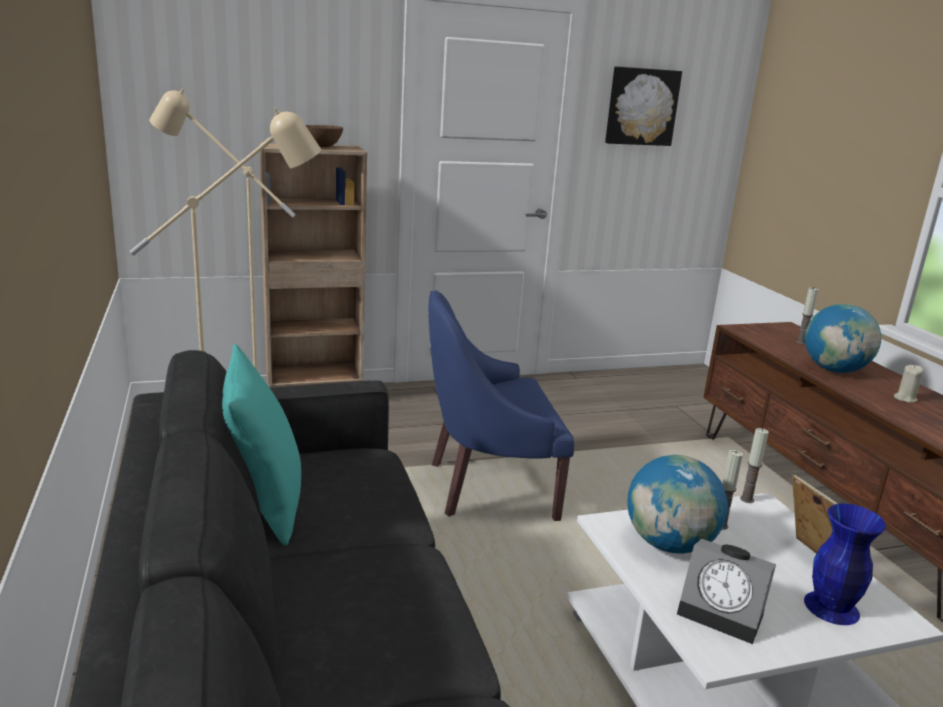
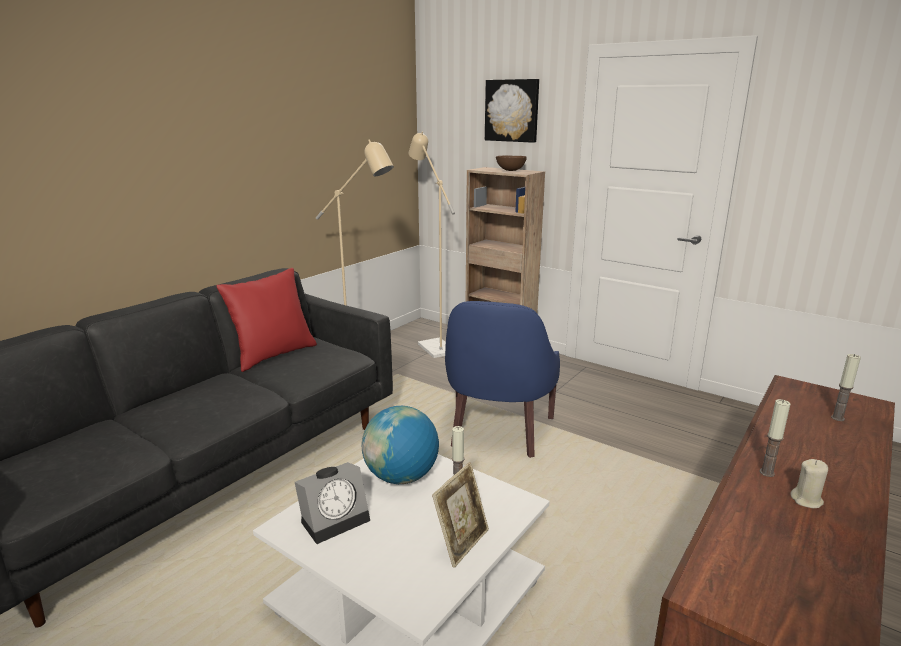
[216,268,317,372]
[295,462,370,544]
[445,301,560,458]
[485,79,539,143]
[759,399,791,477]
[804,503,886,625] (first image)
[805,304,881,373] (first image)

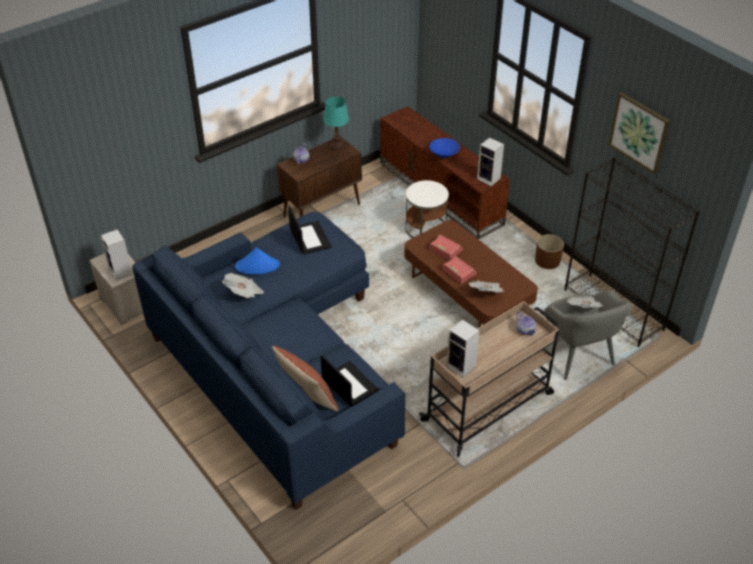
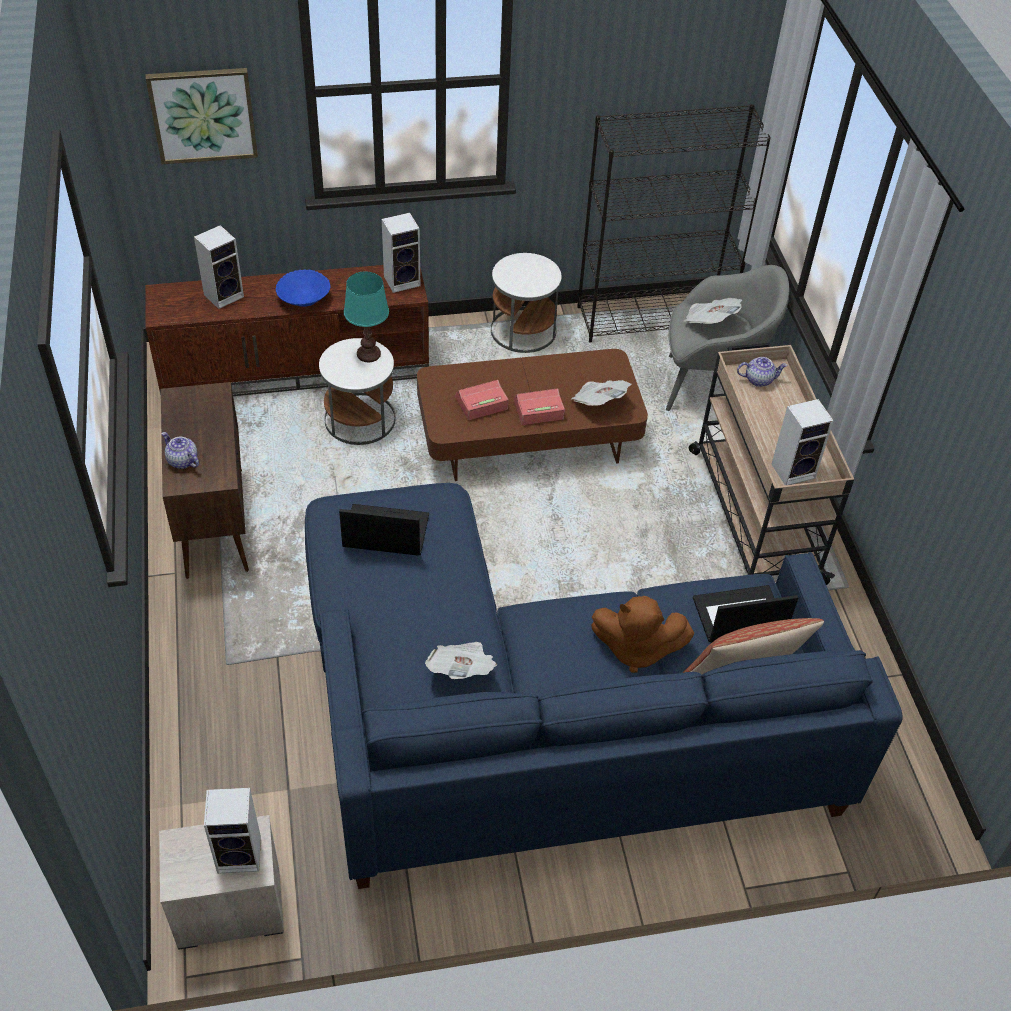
[146,68,258,164]
[194,225,244,309]
[344,271,389,362]
[491,253,562,353]
[591,596,694,673]
[235,247,280,275] (first image)

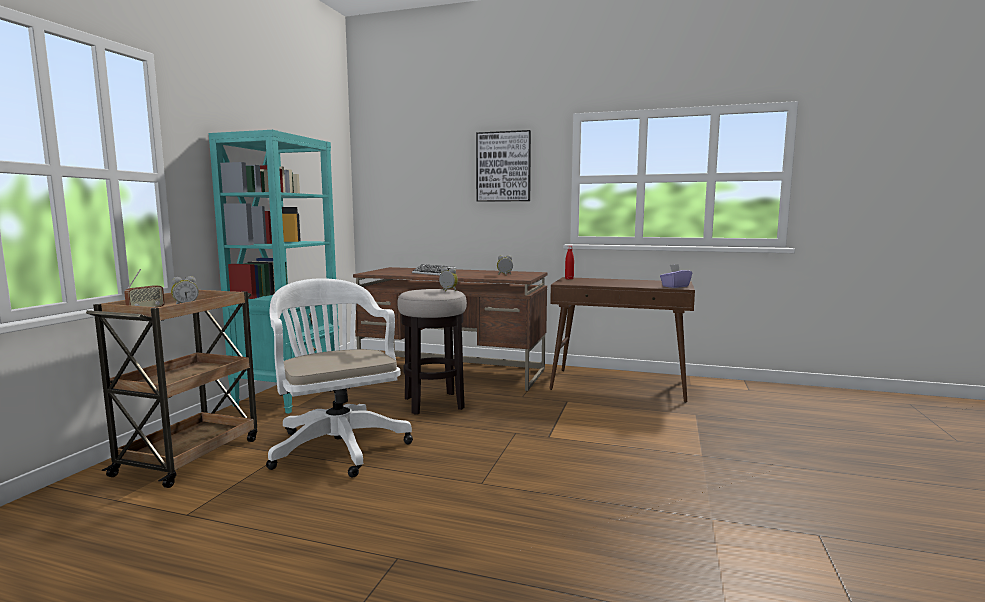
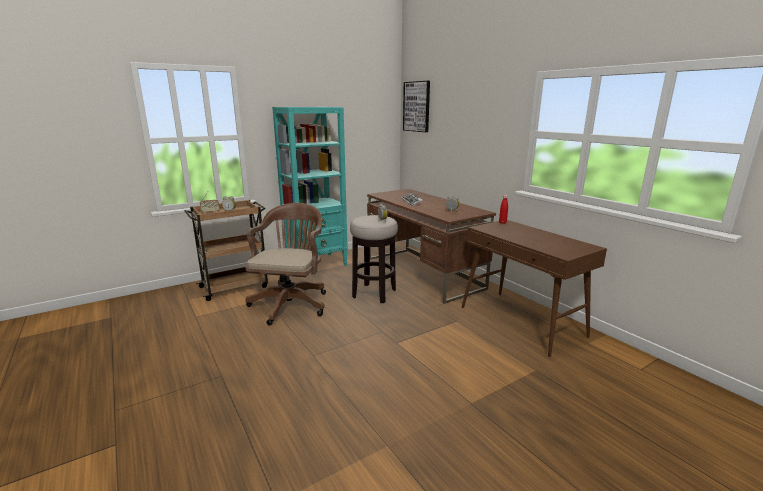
[245,203,326,325]
[403,81,430,132]
[660,264,692,288] (first image)

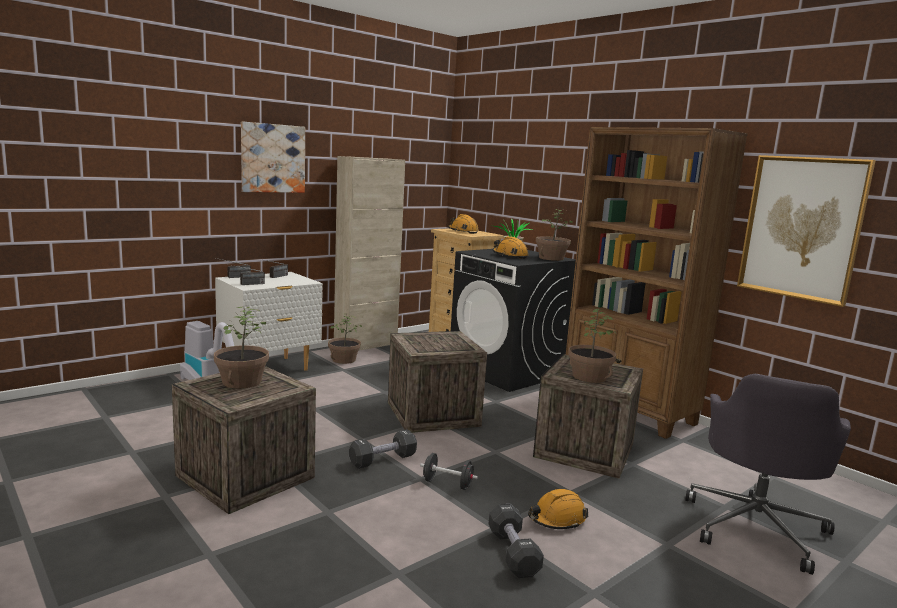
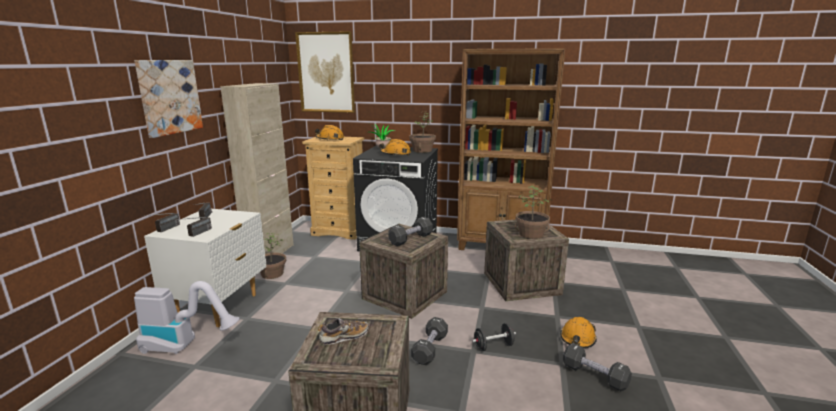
[295,31,355,113]
[318,318,368,345]
[388,217,433,246]
[685,374,851,575] (first image)

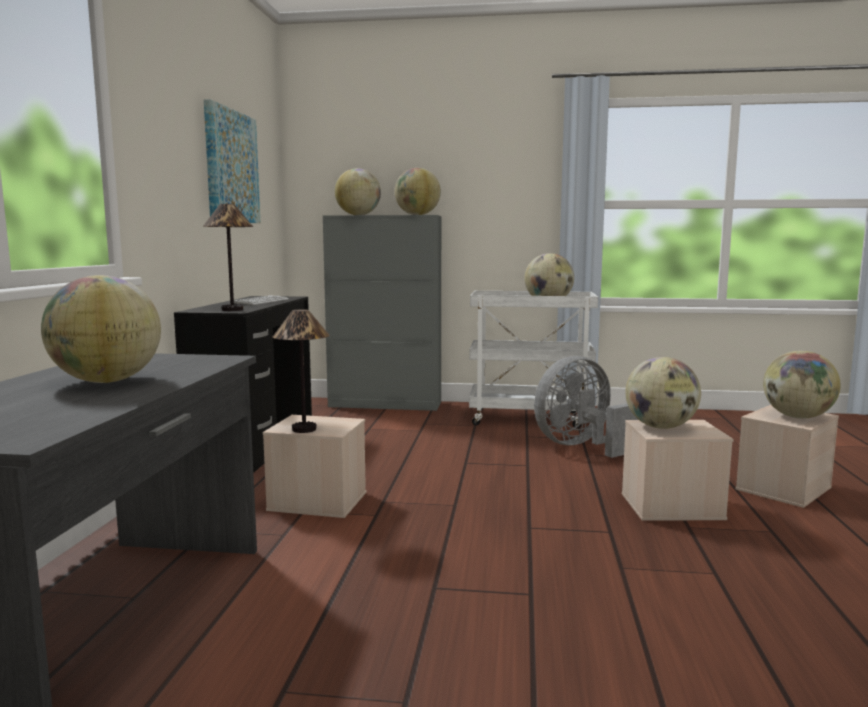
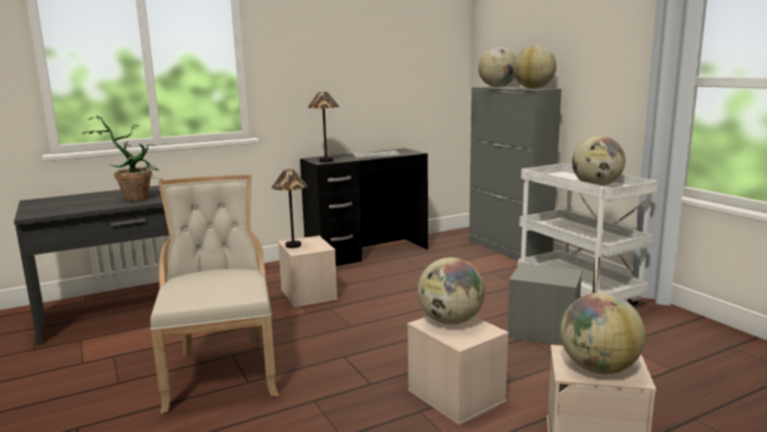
[82,116,163,201]
[150,175,279,413]
[508,263,583,346]
[204,99,260,223] (first image)

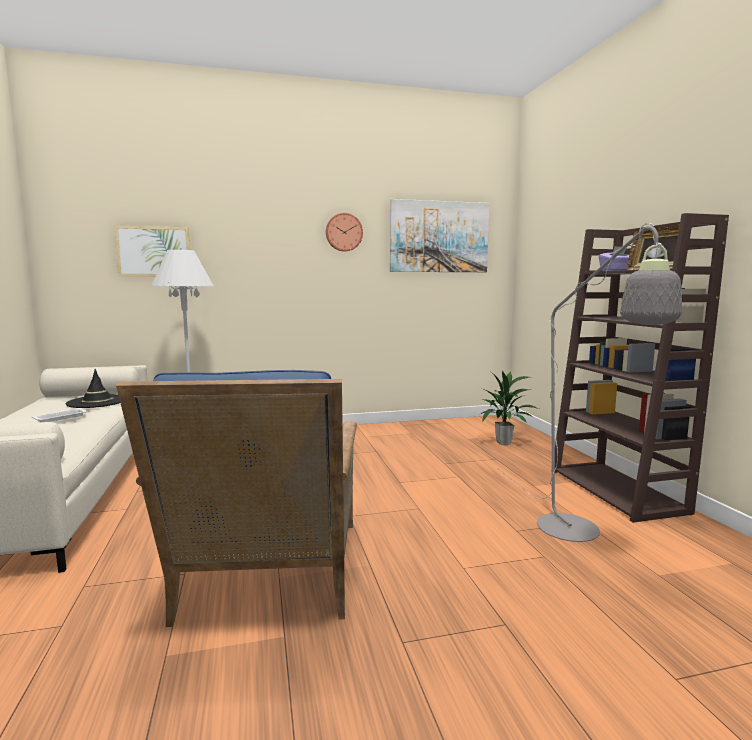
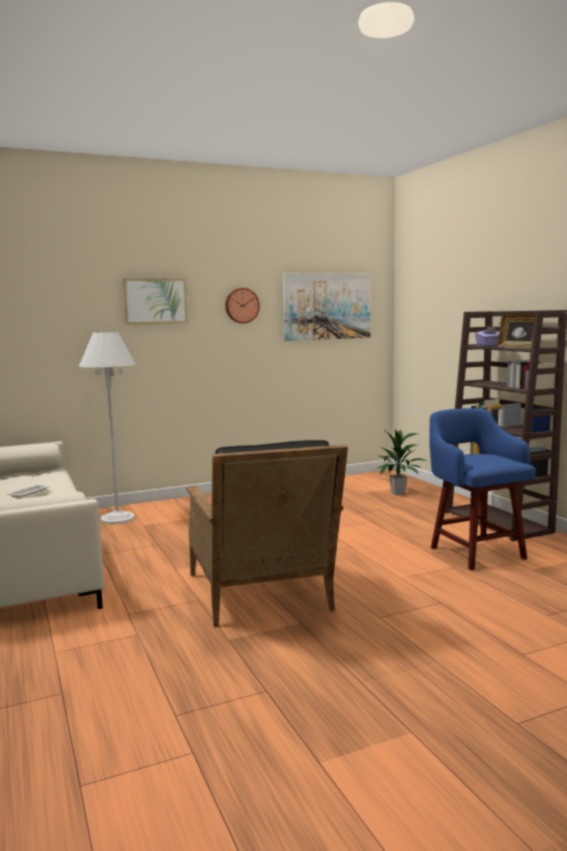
[122,278,188,325]
[186,440,348,627]
[429,408,536,570]
[66,369,120,408] (first image)

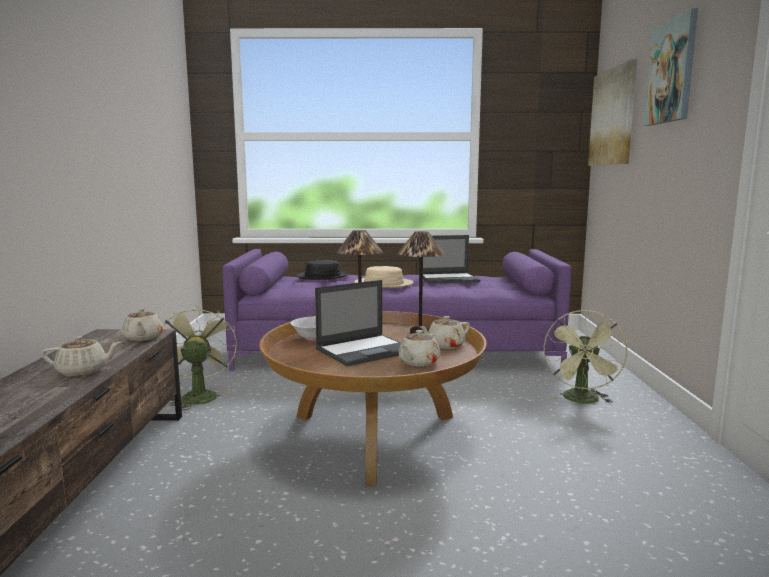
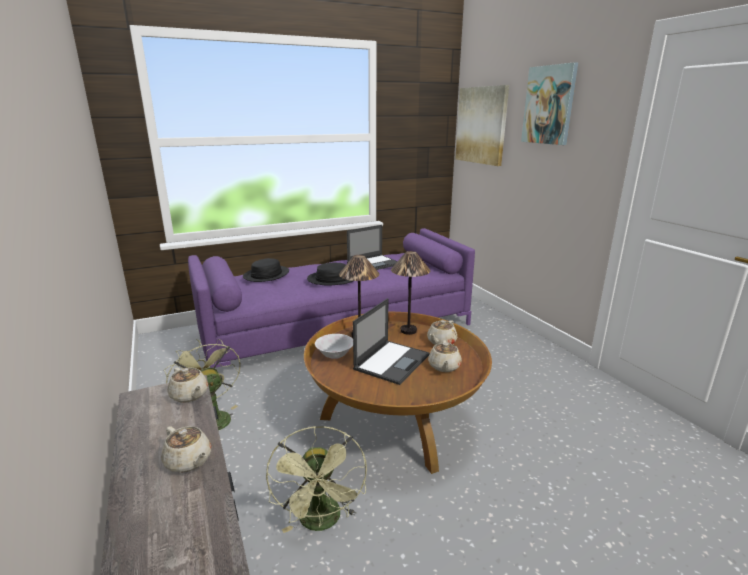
[161,426,211,473]
[266,426,367,533]
[307,263,353,286]

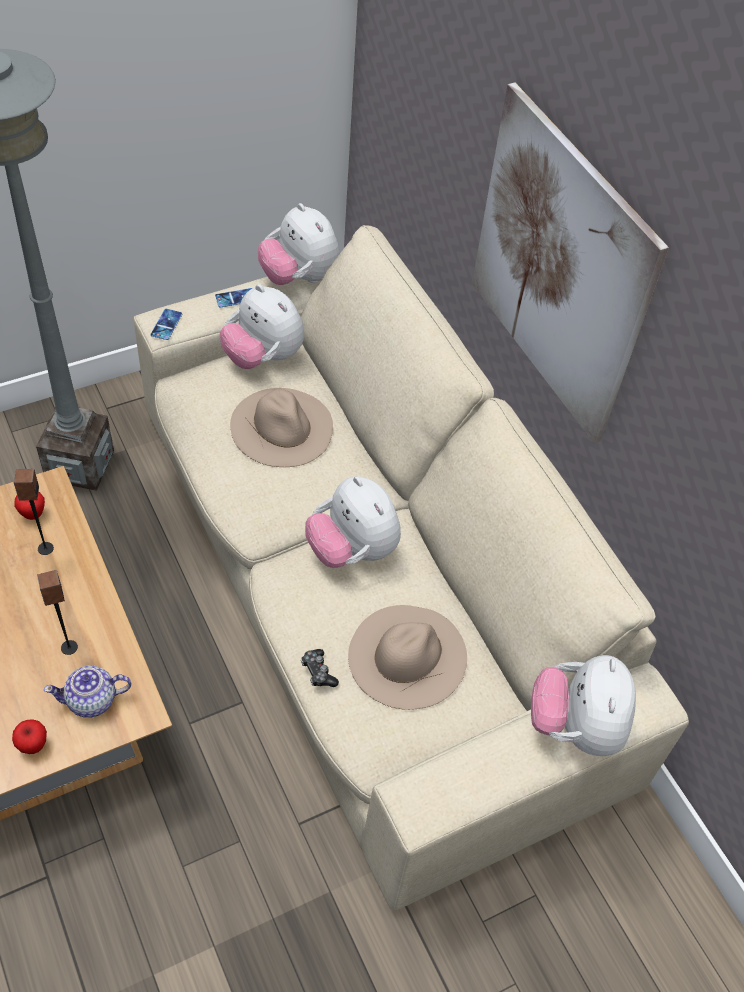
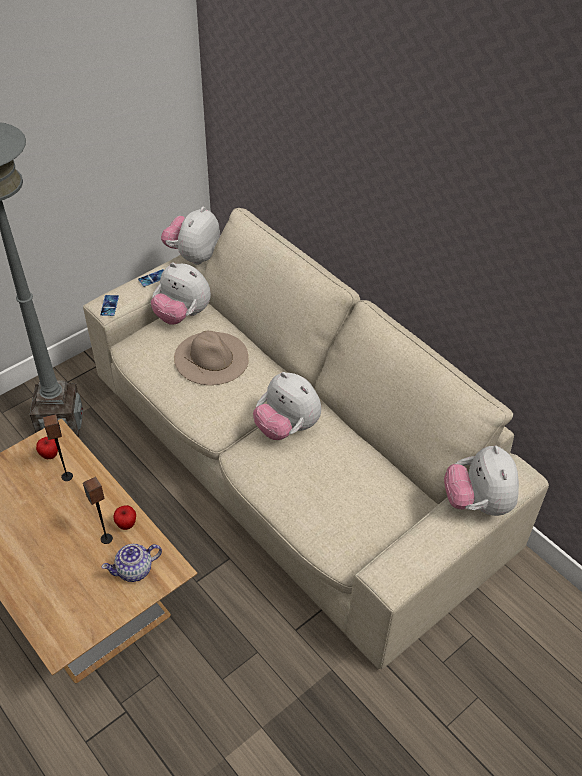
[113,505,136,530]
[161,207,220,265]
[301,649,339,687] (first image)
[348,605,467,710] (first image)
[472,83,669,443] (first image)

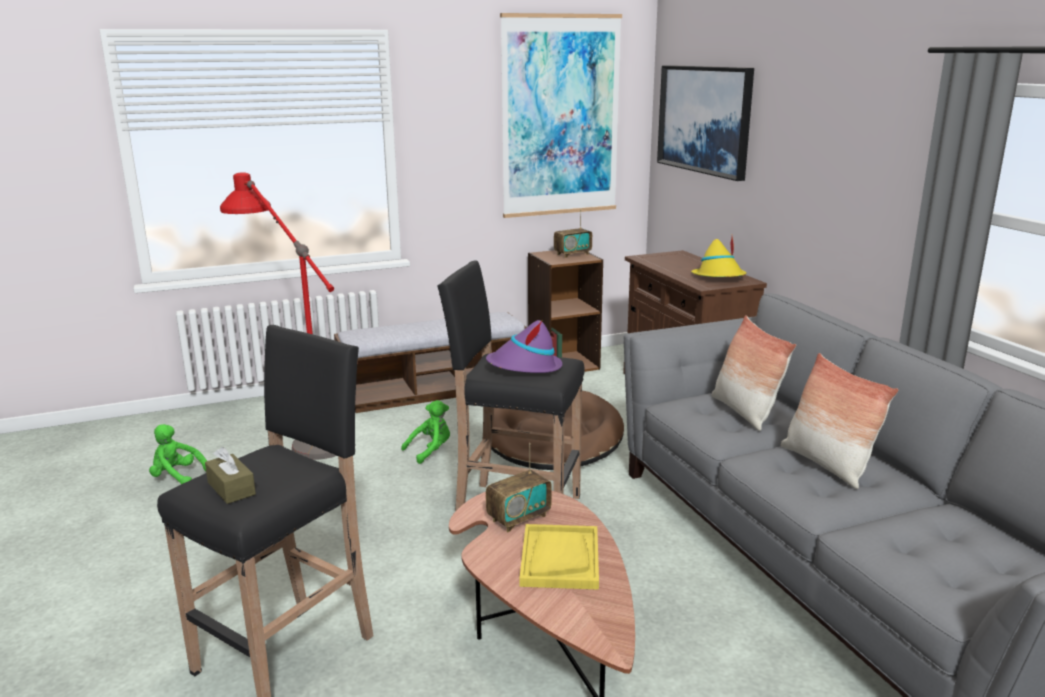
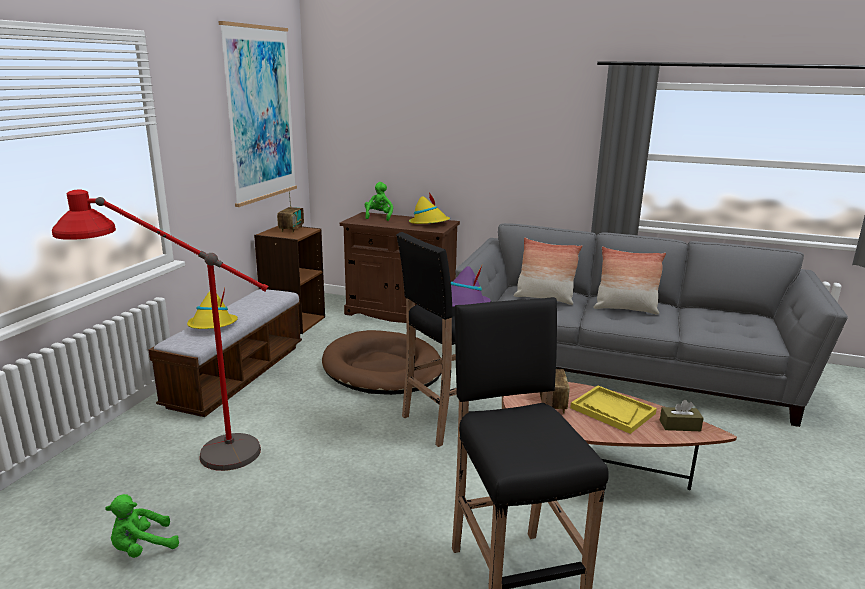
[187,288,238,329]
[364,182,393,221]
[660,400,704,431]
[657,65,754,181] (first image)

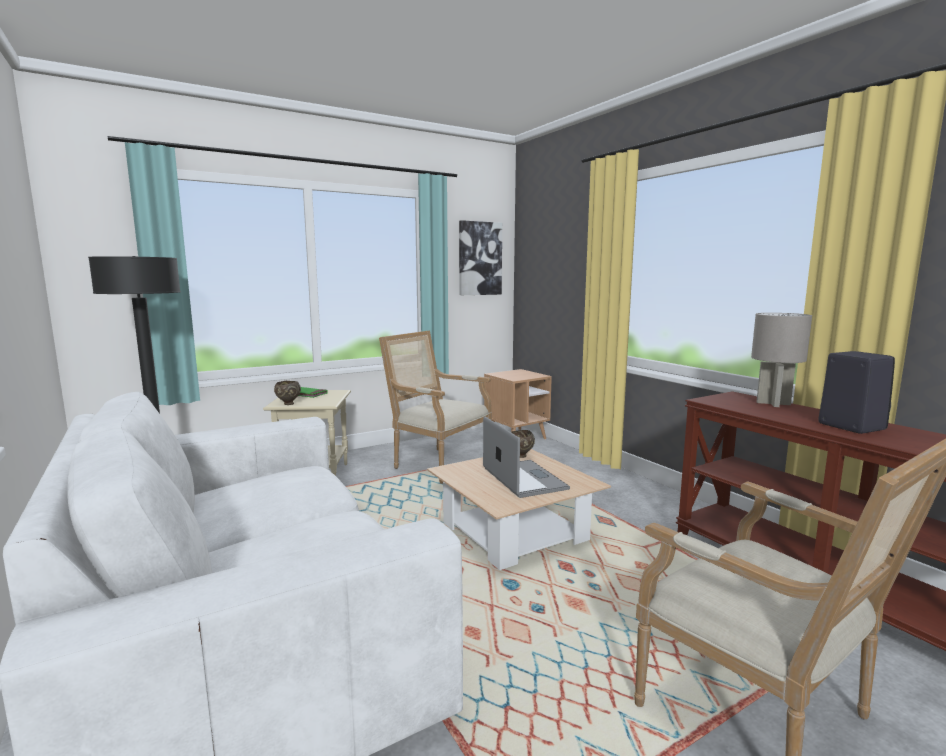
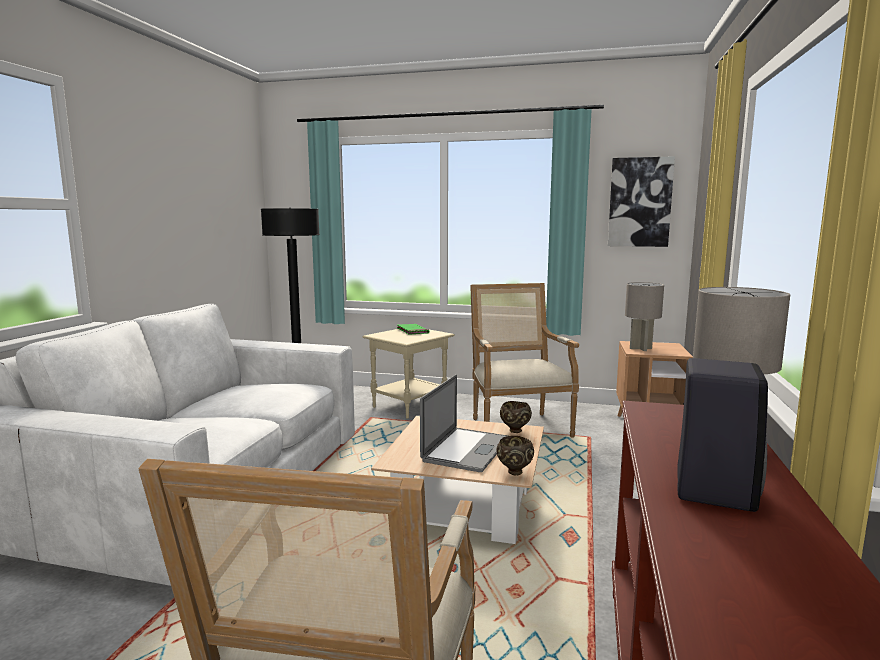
[496,436,534,475]
[625,282,664,351]

